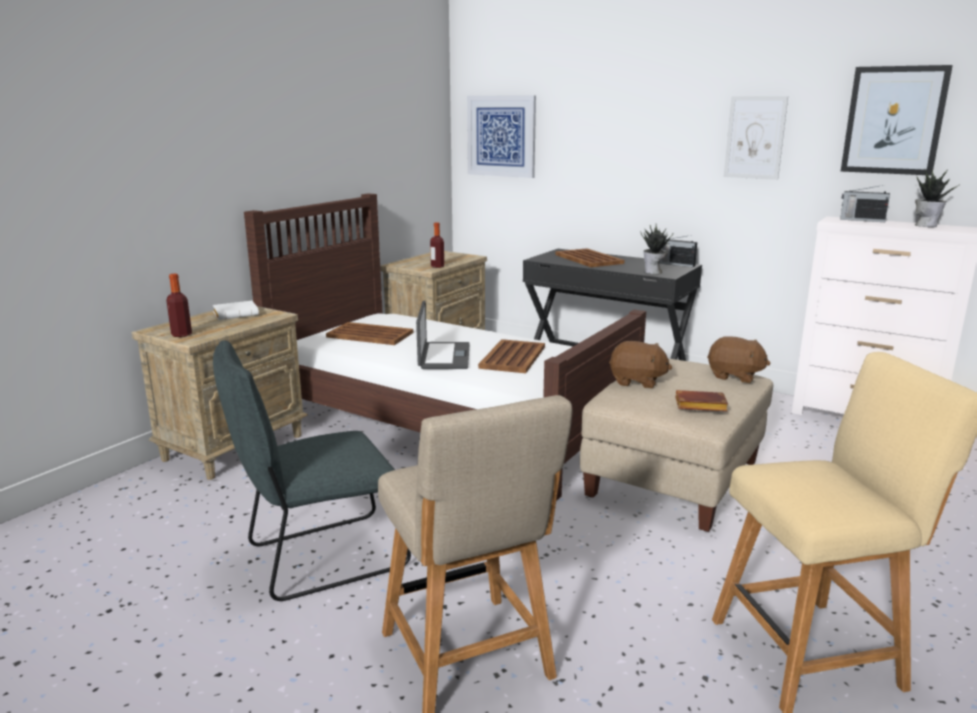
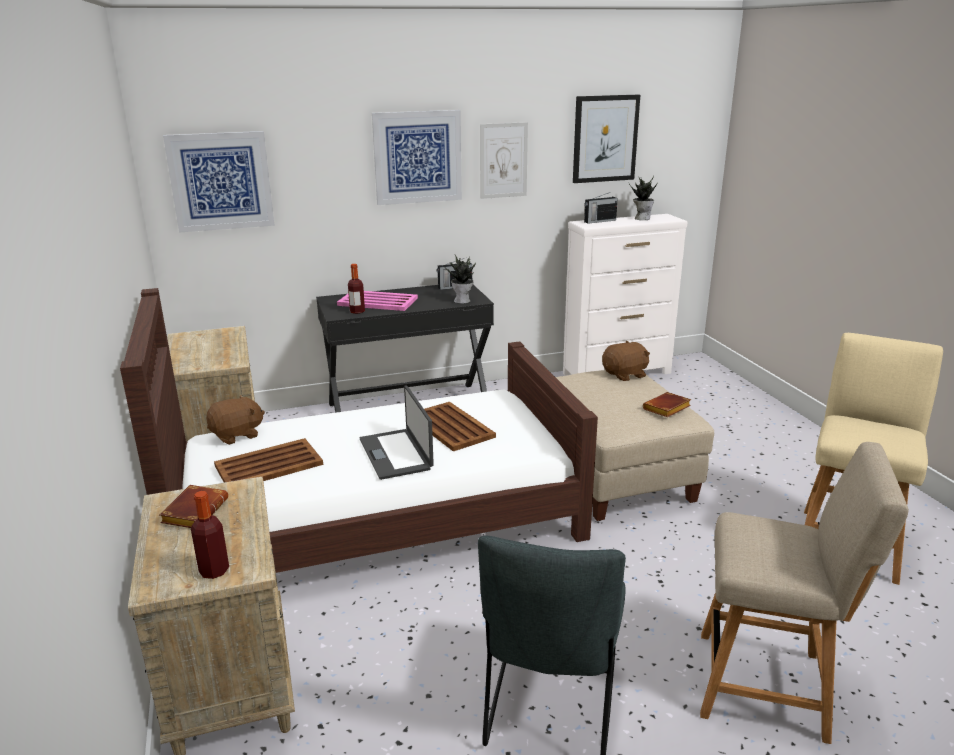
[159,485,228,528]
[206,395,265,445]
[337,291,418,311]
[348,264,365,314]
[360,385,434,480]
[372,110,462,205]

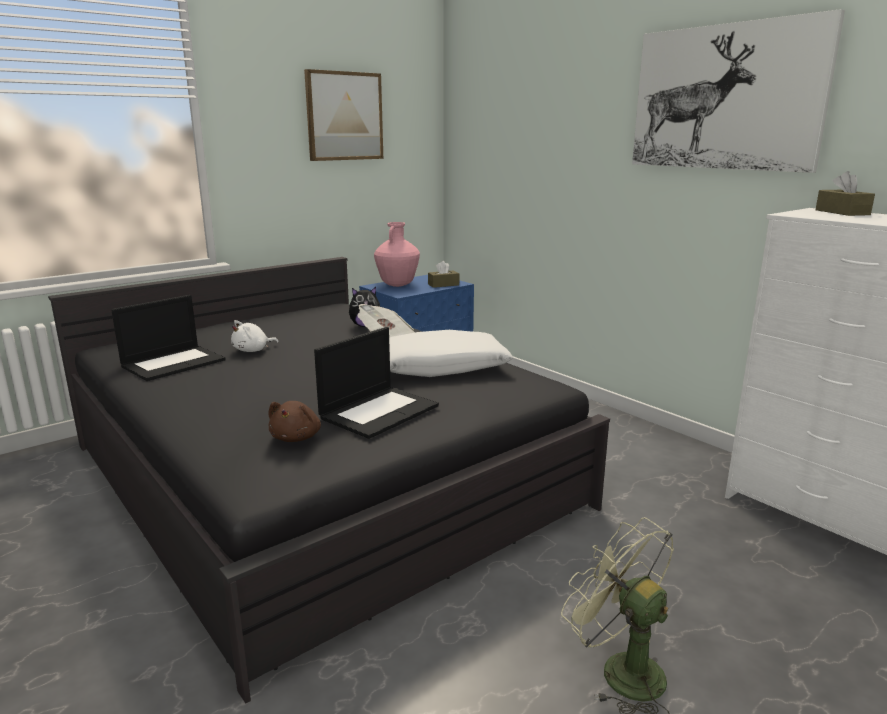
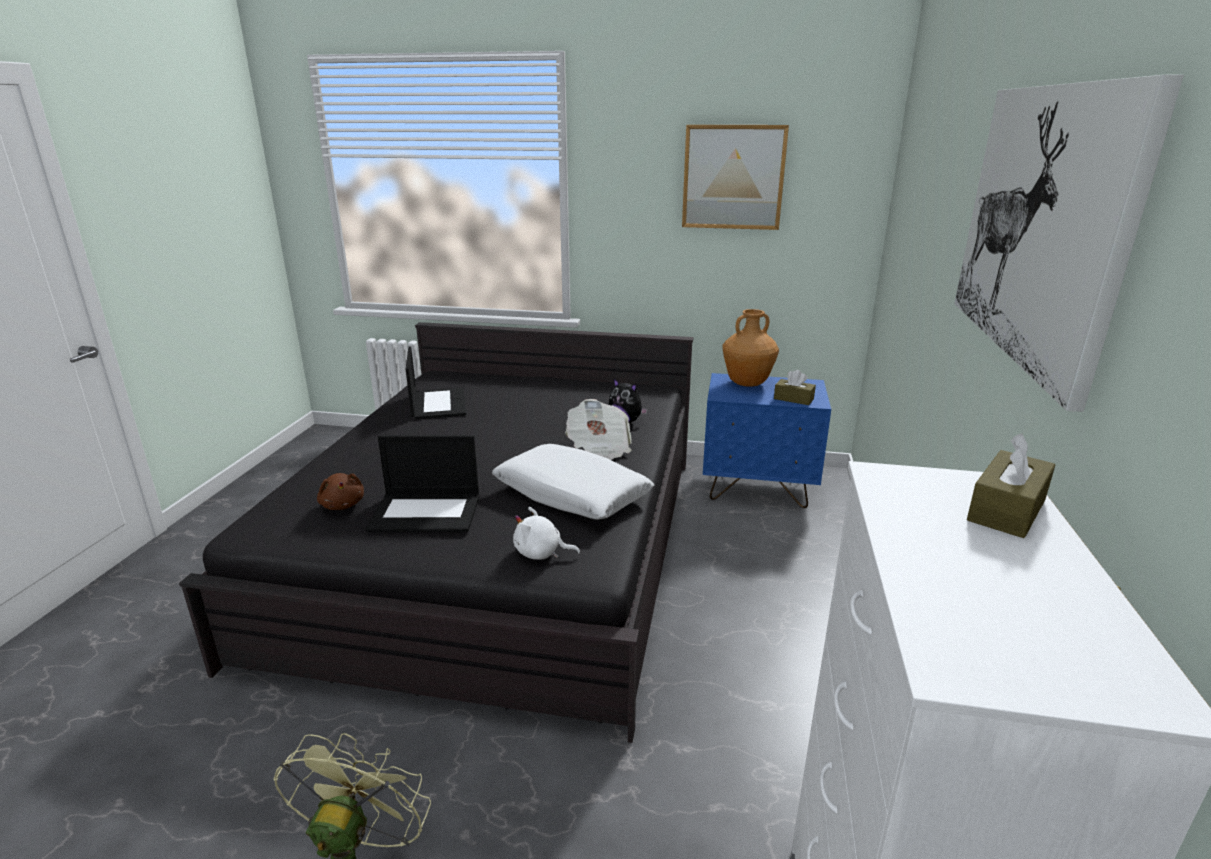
[317,473,364,510]
[406,347,466,419]
[513,507,580,560]
[722,309,779,387]

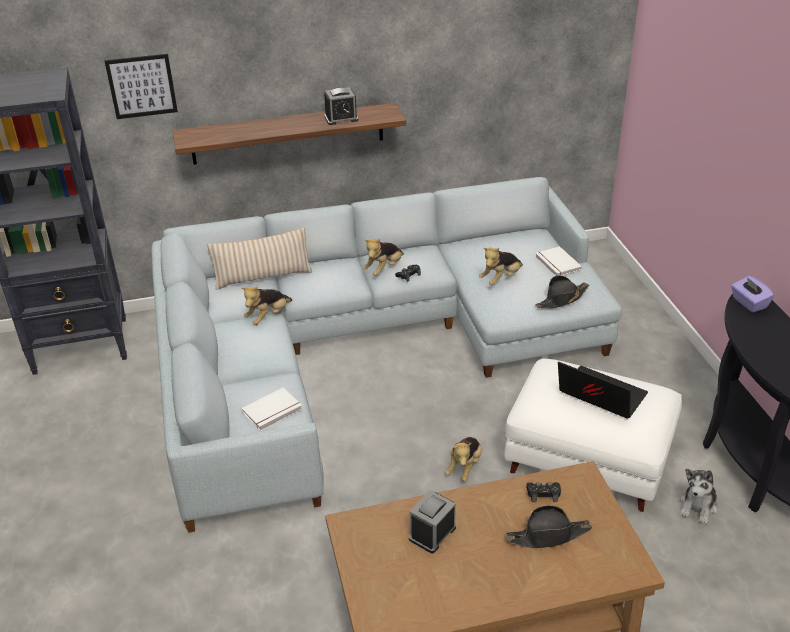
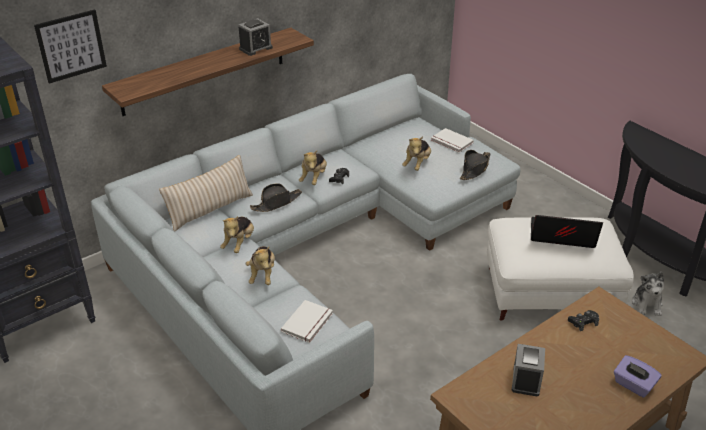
[246,246,275,285]
[250,183,302,212]
[614,355,662,398]

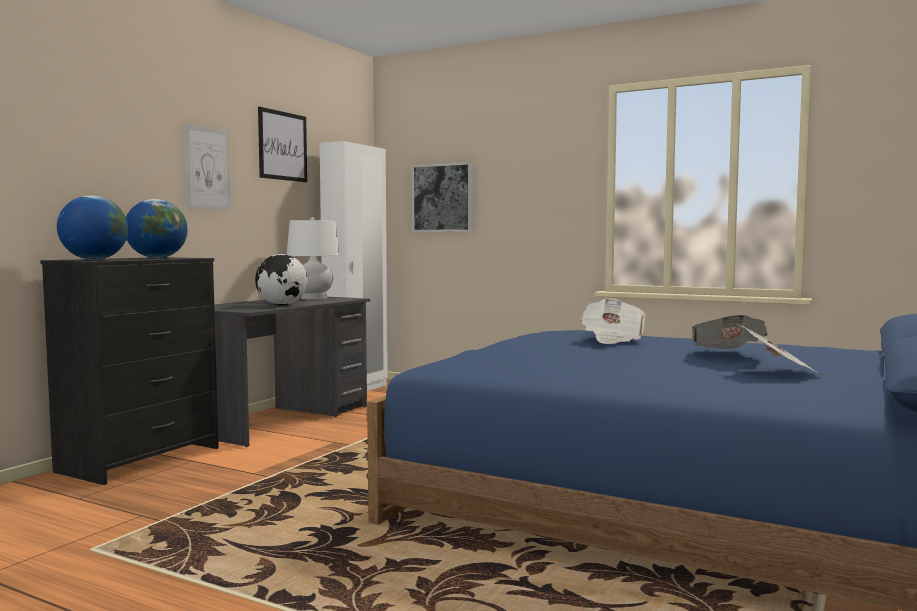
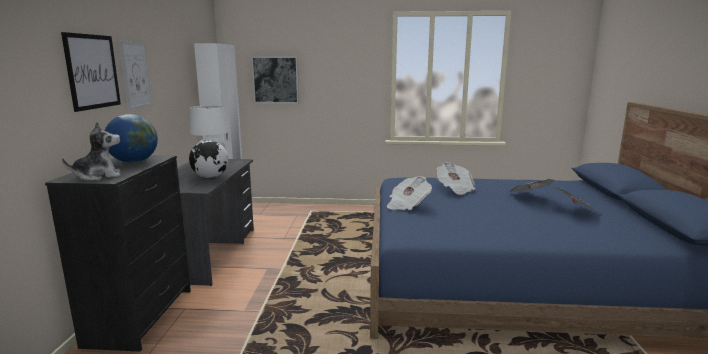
[61,32,121,112]
[62,122,120,181]
[387,176,432,210]

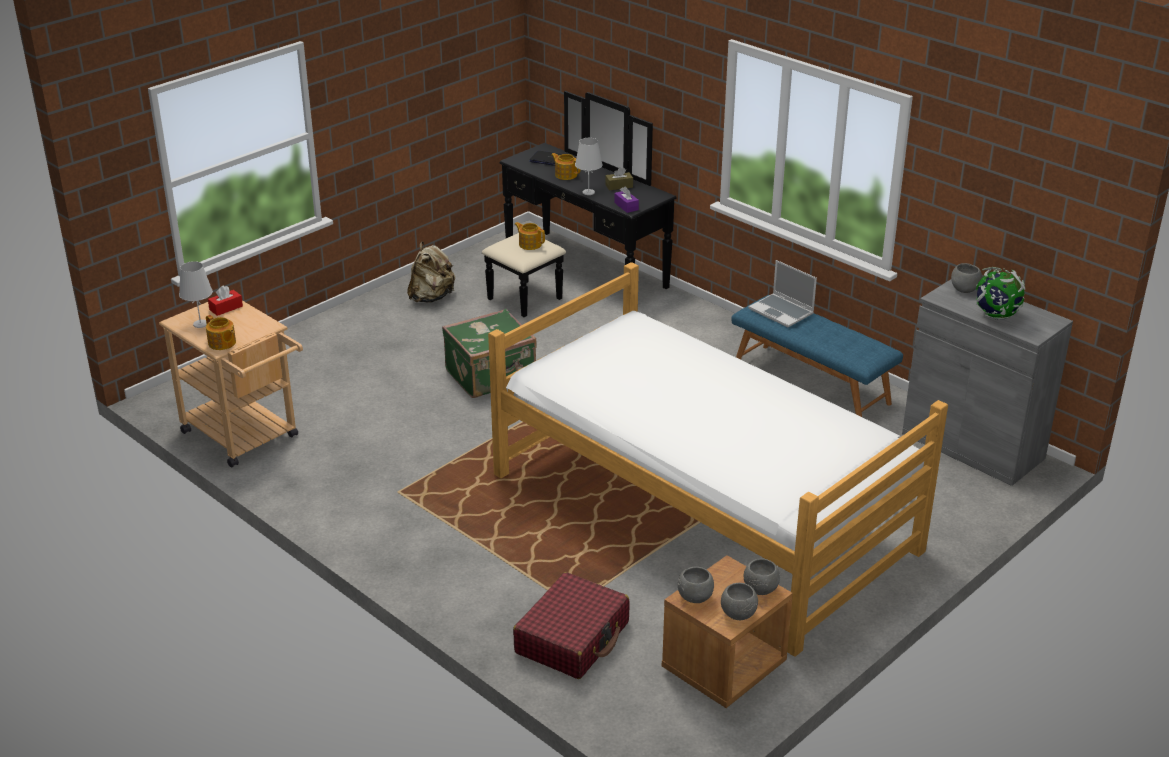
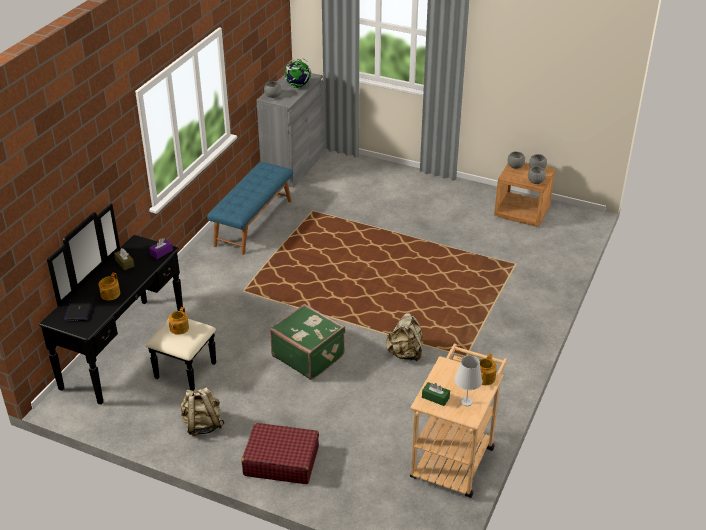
[241,423,319,484]
[386,313,423,362]
[422,382,450,406]
[488,262,948,657] (first image)
[575,138,603,195] (first image)
[748,260,817,327] (first image)

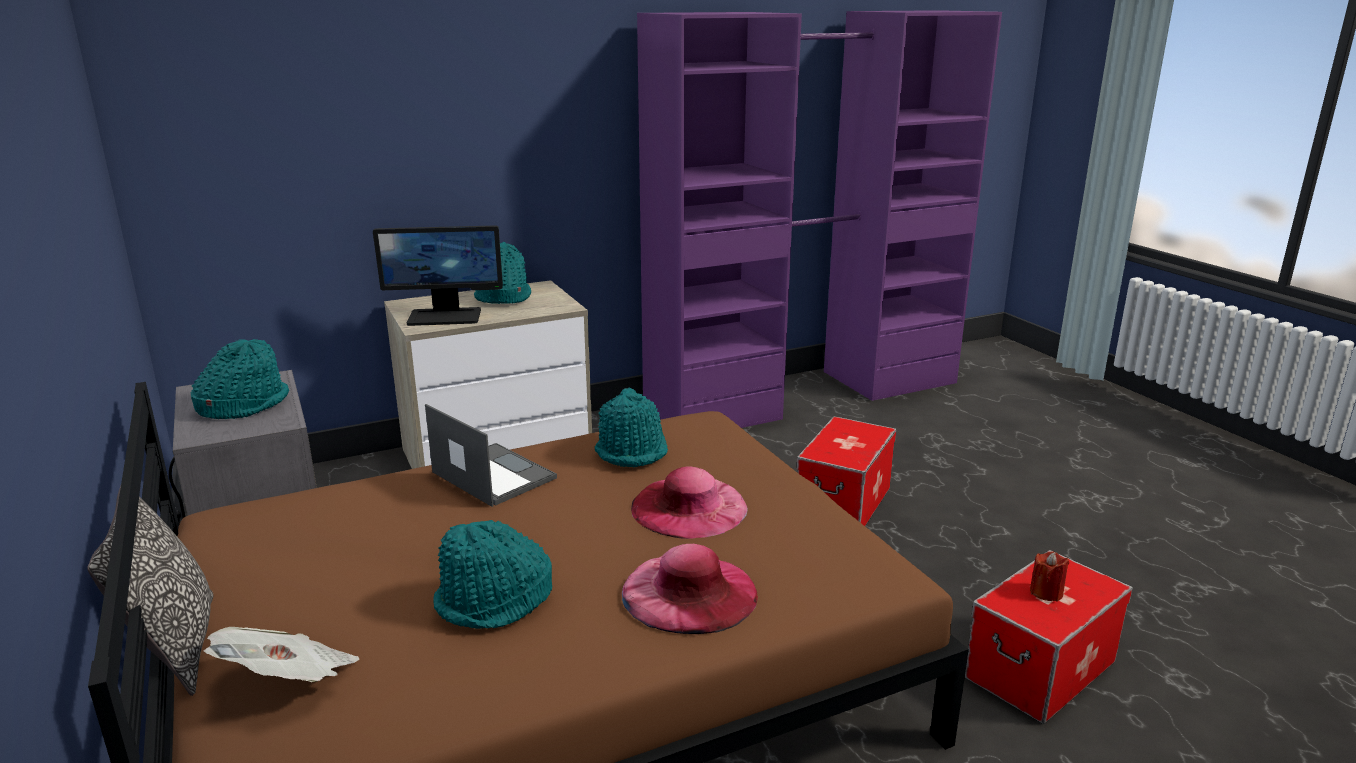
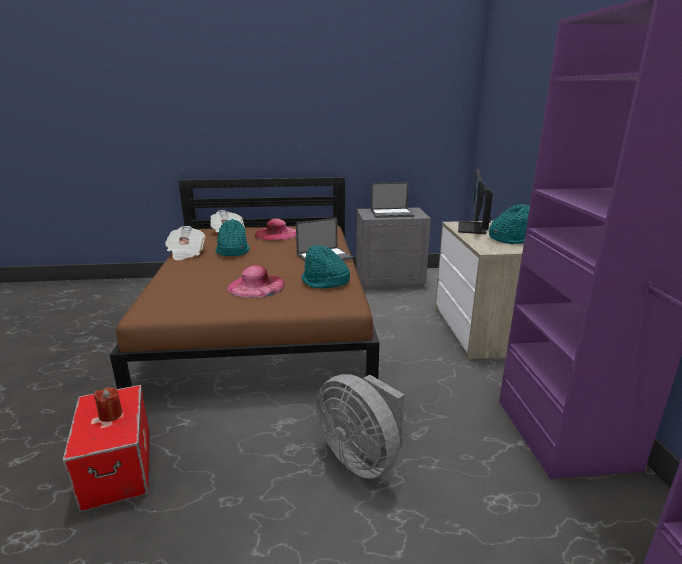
[165,226,205,260]
[255,219,296,240]
[316,374,404,479]
[371,182,414,218]
[87,486,213,696] (first image)

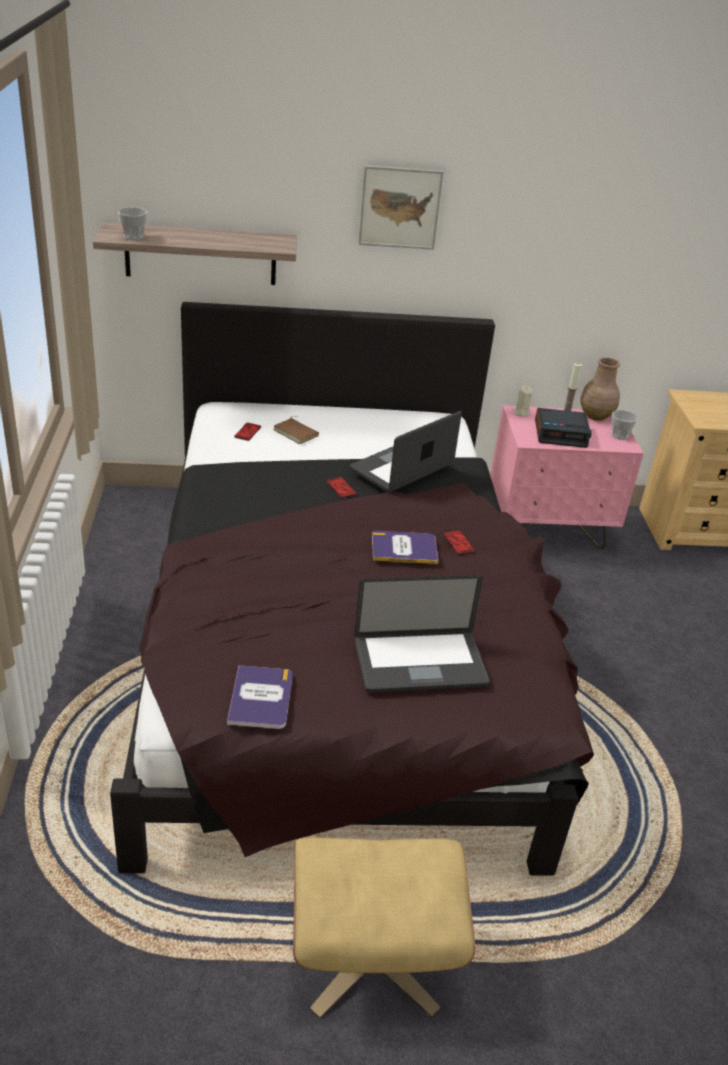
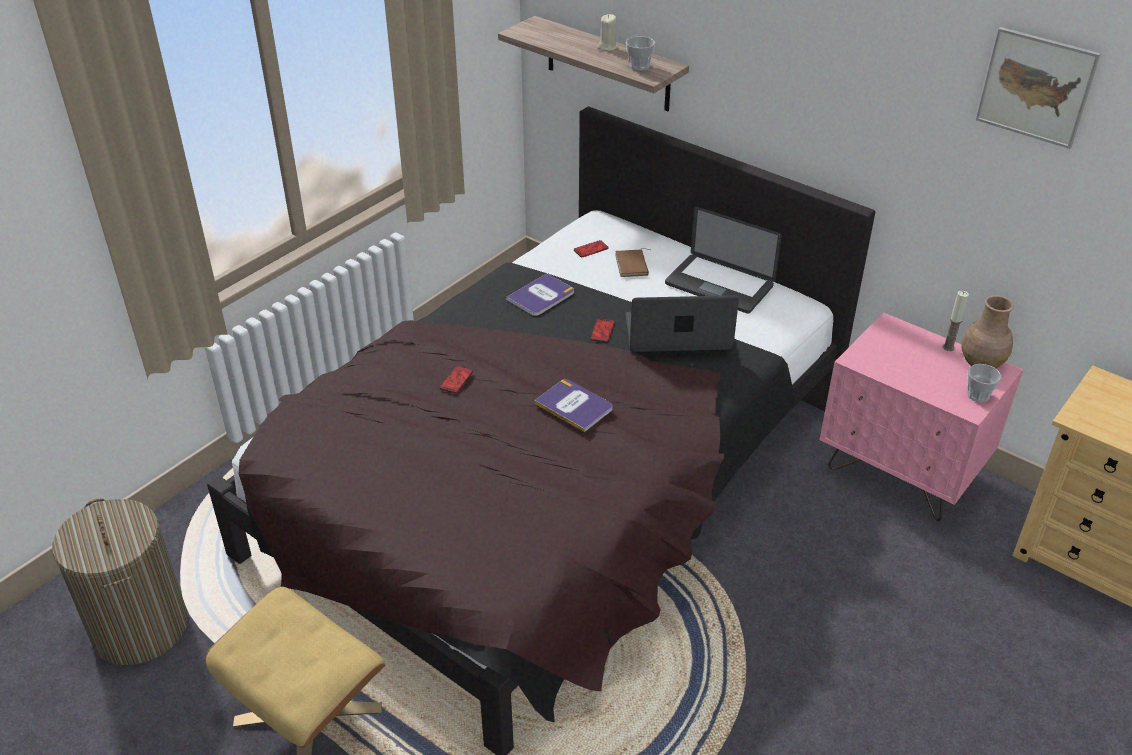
[52,498,188,665]
[440,366,473,393]
[506,273,574,316]
[598,14,618,51]
[626,36,655,71]
[665,207,782,313]
[976,27,1101,149]
[535,408,592,448] (first image)

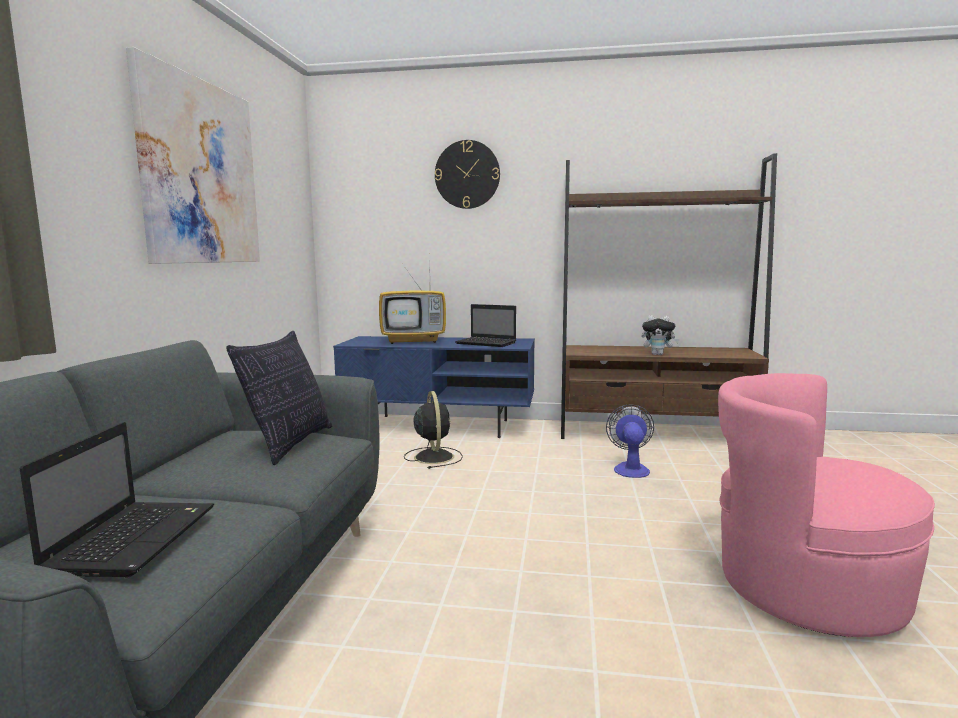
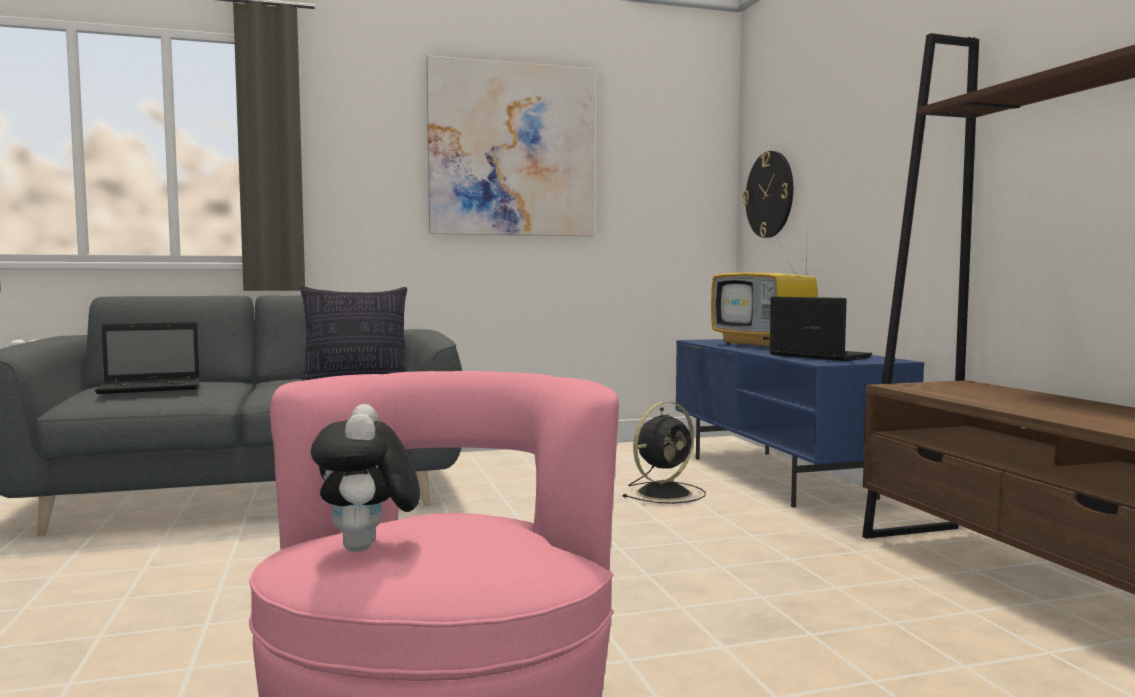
[311,404,420,552]
[743,151,793,238]
[769,297,872,361]
[606,404,654,478] (first image)

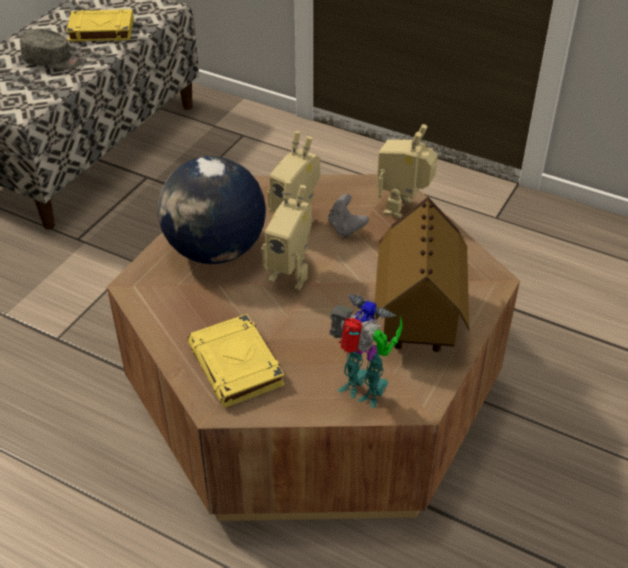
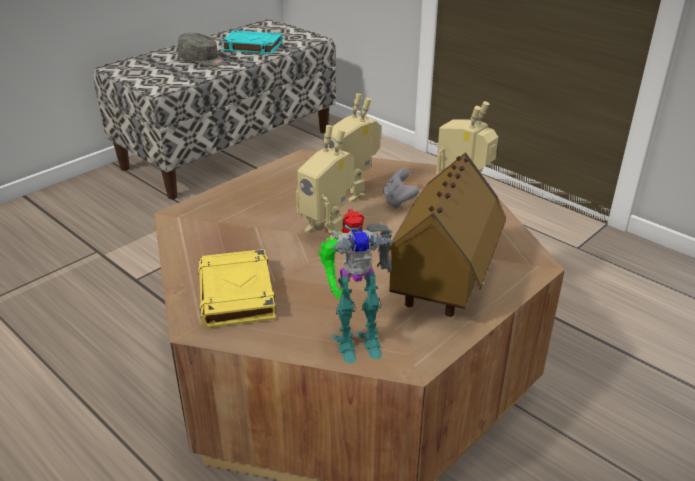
[221,30,283,54]
[318,209,394,363]
[158,156,266,264] (first image)

